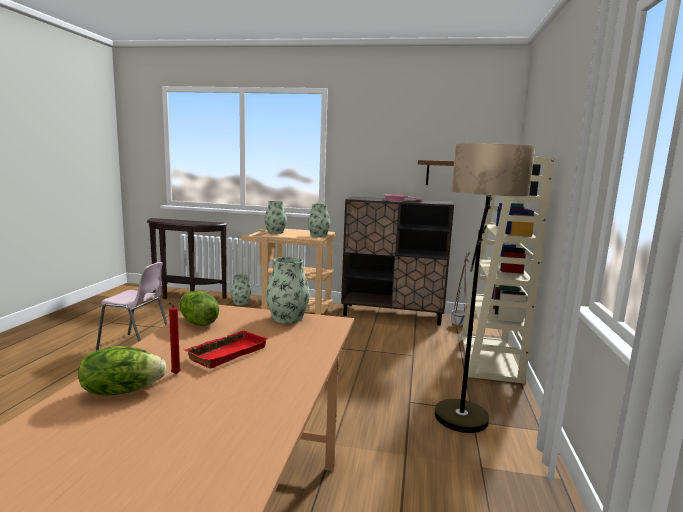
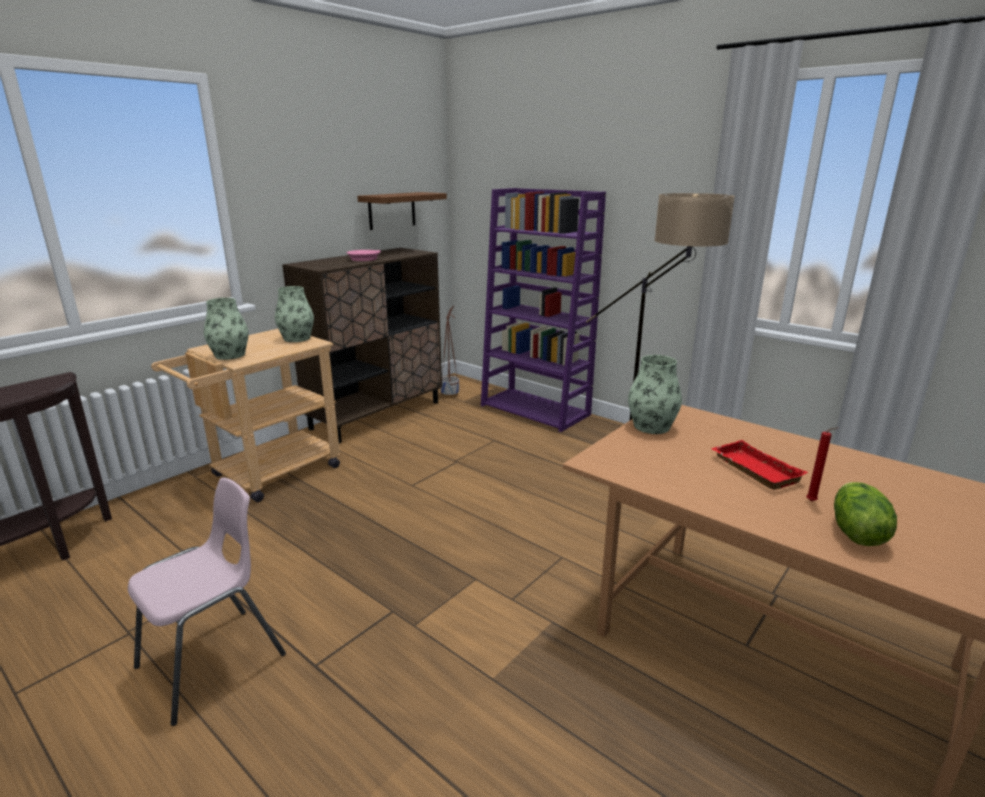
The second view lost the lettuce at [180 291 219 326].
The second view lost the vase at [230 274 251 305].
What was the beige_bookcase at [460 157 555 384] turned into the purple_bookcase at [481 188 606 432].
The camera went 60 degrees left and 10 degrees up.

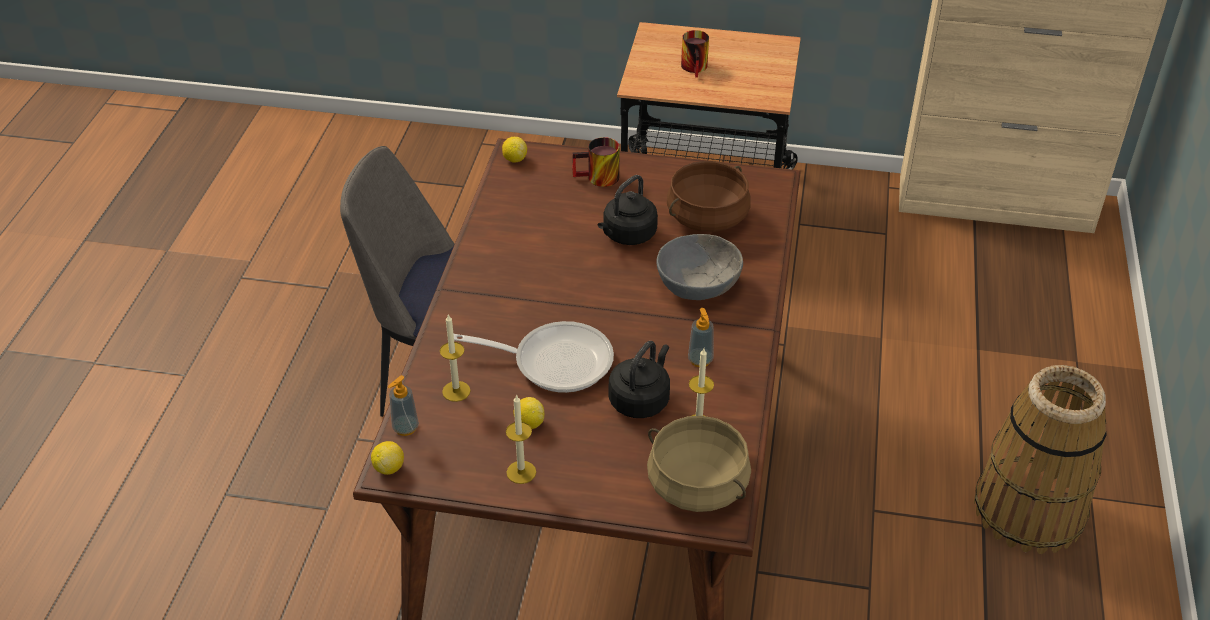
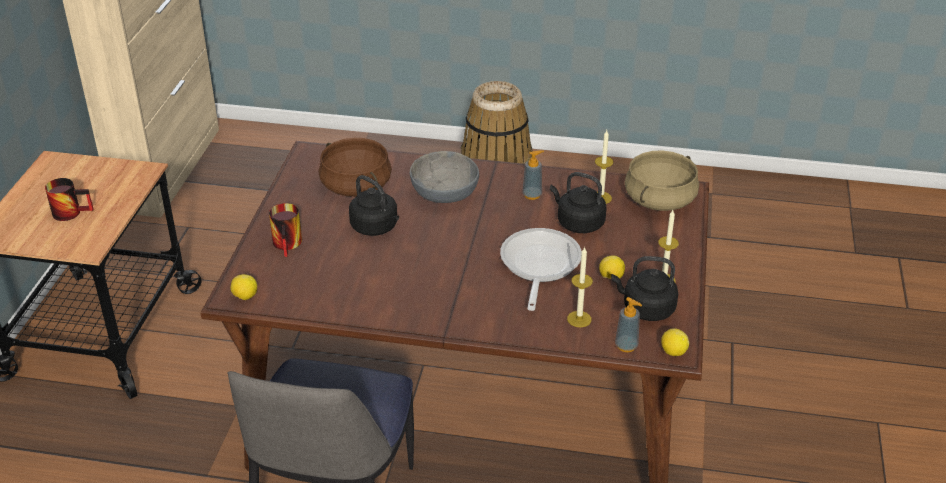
The second view gained the black_kettle at [611 256 678 321].
The camera went 90 degrees left and 5 degrees down.

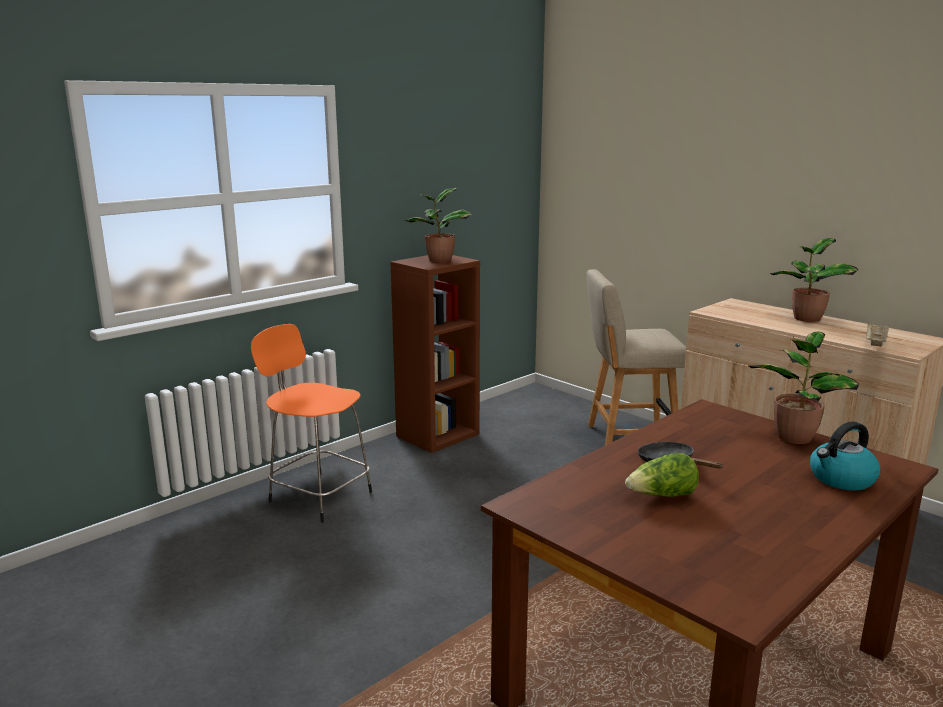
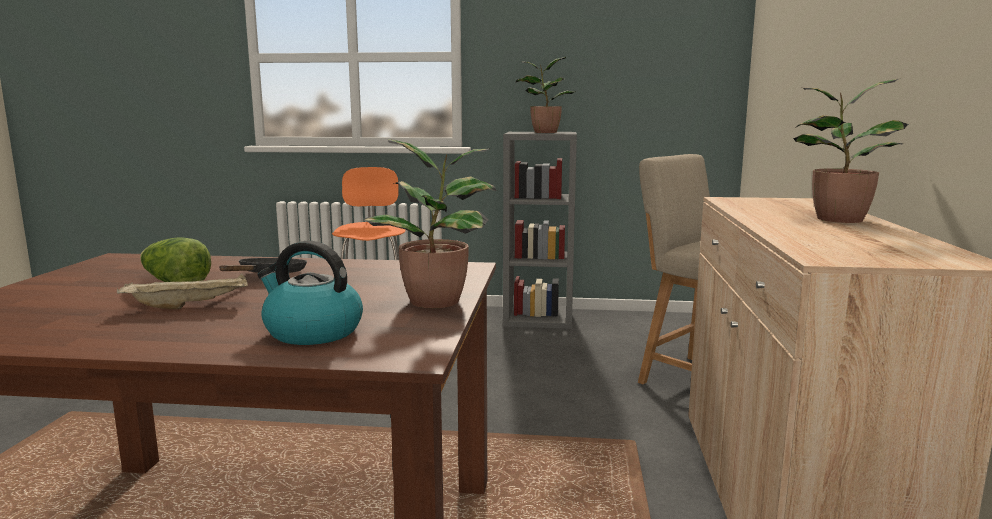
The beige_tray ended up elsewhere, having gone from [866 323 889 346] to [117 274 248 309].
What was the brown_bookcase at [390 255 480 453] turned into the grey_bookcase at [503 132 577 329].
The camera went 50 degrees right and 5 degrees down.

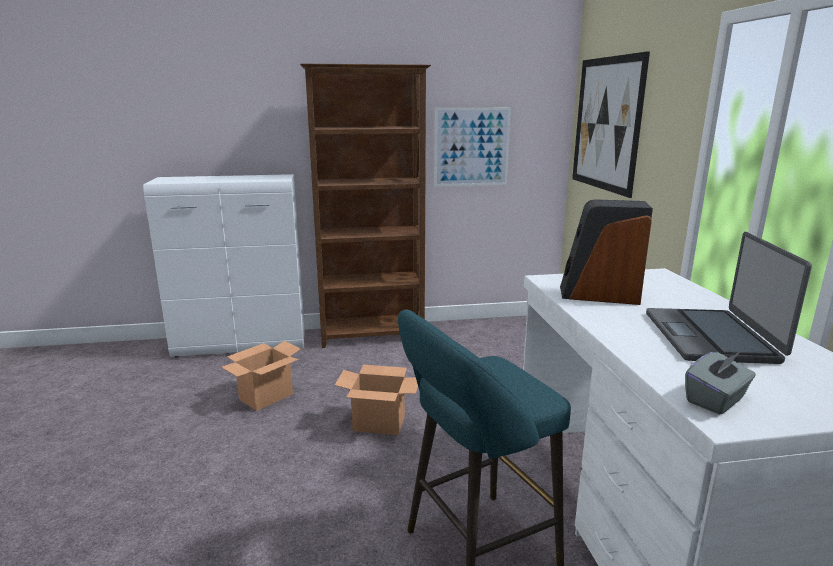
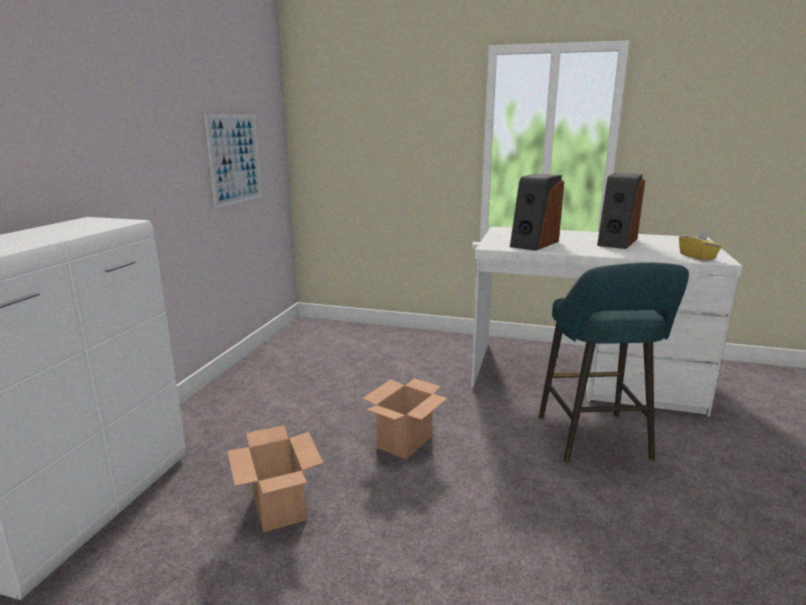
The second view lost the brown_bookcase at [300 64 431 348].
The second view lost the picture at [572 51 650 198].
Where the laptop stood at [646 232 812 364], the speaker came to stand at [597 173 645 249].
What was the grey_tissue_box at [685 351 756 415] turned into the yellow_tissue_box at [679 228 722 260].
The camera went 65 degrees left and 0 degrees up.

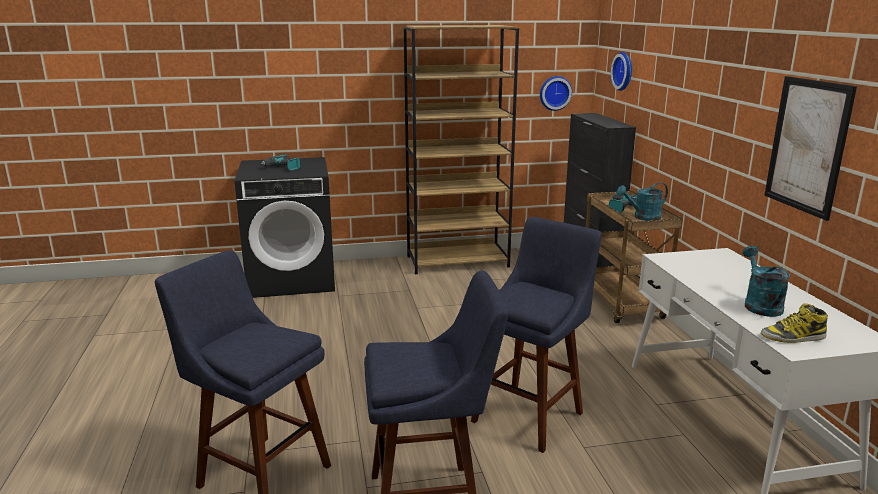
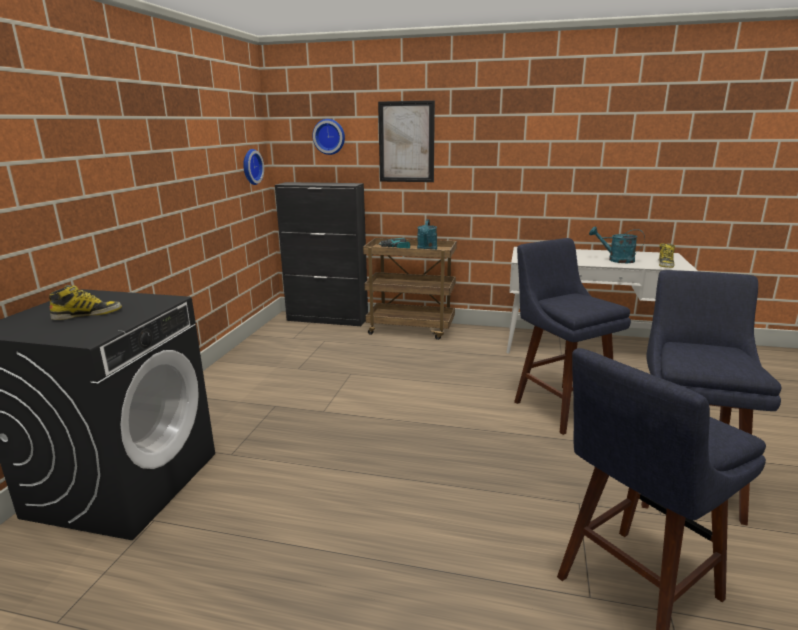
The second view lost the brown_bookcase at [403 25 519 274].
The picture ended up elsewhere, having gone from [764 76 857 221] to [378 100 435 182].
Where the power_drill stood at [261 154 300 170], the boot came to stand at [49 285 122 320].
The camera went 65 degrees left and 0 degrees up.

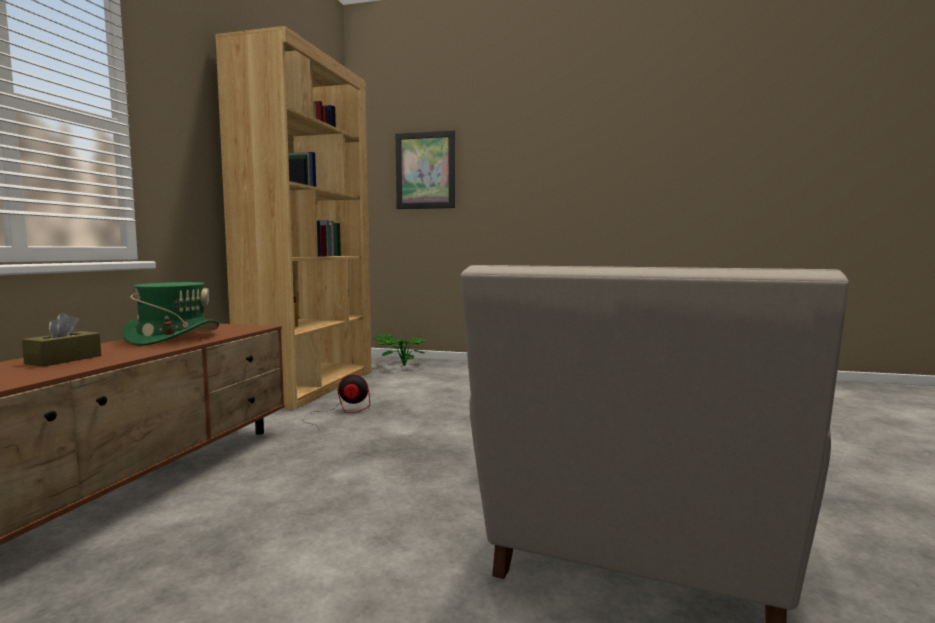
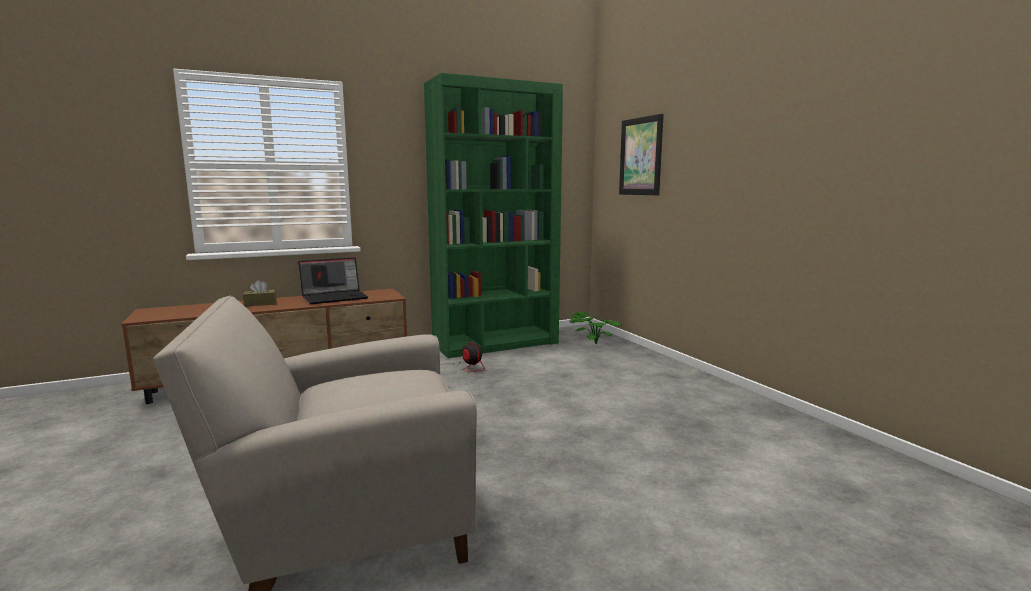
Where the green_hat stood at [123 282 219 346], the laptop came to stand at [298 257 368 304].
What was the brown_bookcase at [215 26 371 410] turned into the green_bookcase at [424 73 563 358].
The camera went 50 degrees right and 5 degrees up.

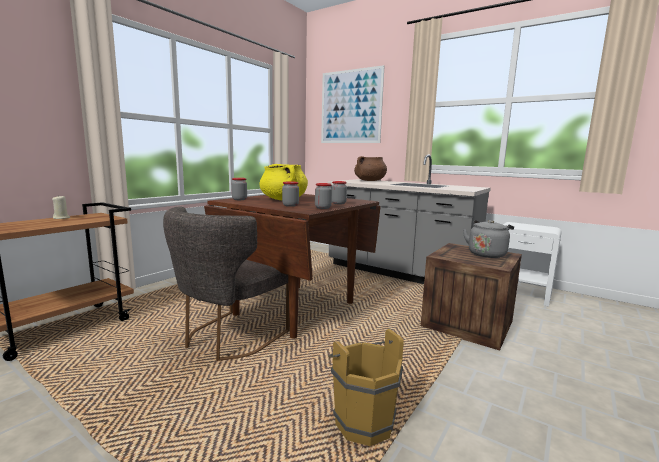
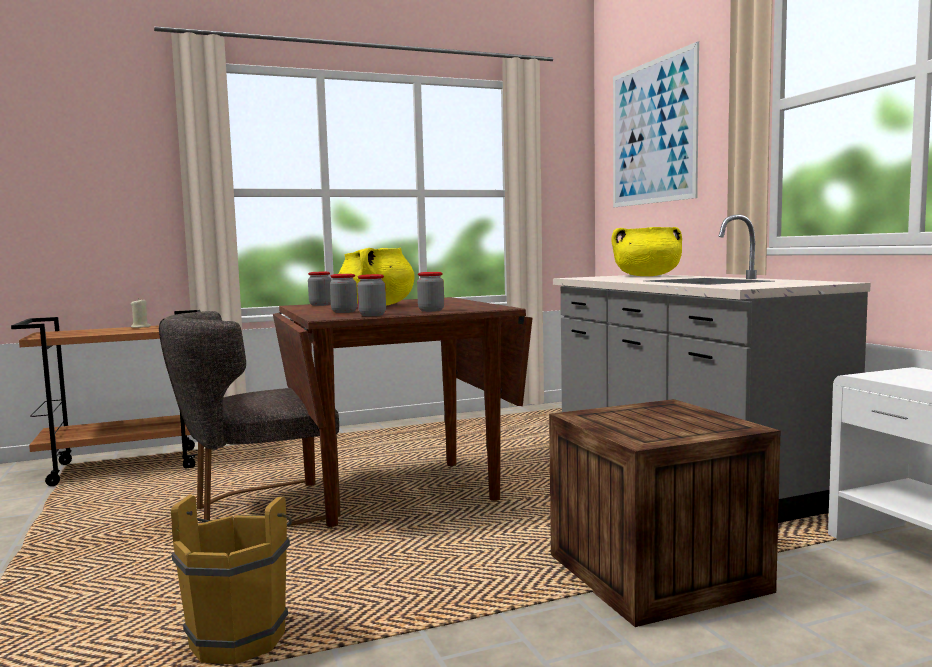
The second view lost the grey_kettle at [463 220 514 258].
What was the brown_cooking_pot at [354 156 387 181] turned into the yellow_cooking_pot at [611 227 682 276].
The camera went 35 degrees right and 5 degrees down.

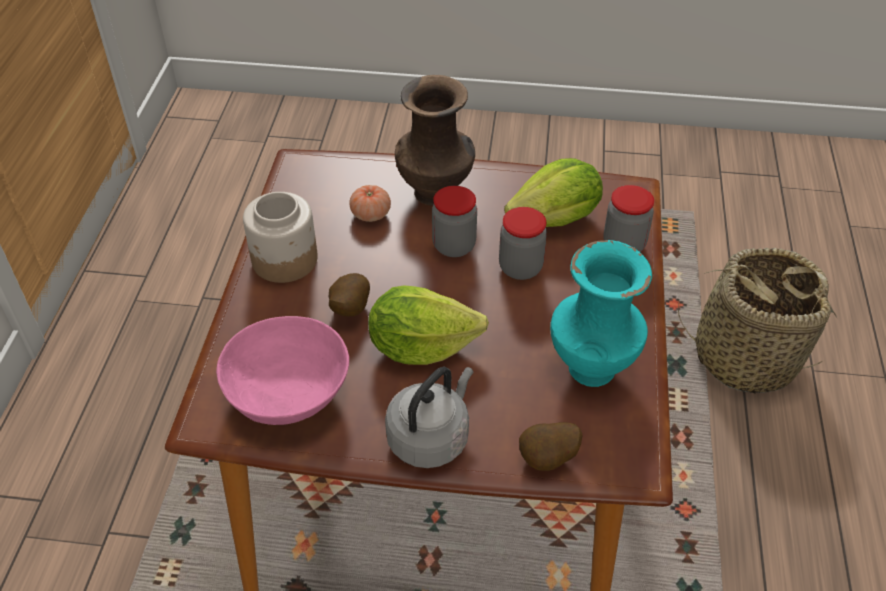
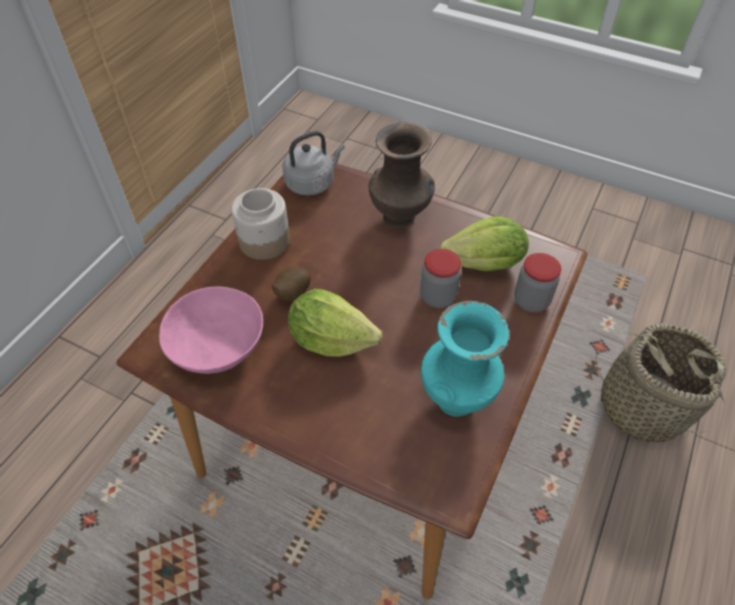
The second view lost the tomato at [349 185 391 222].
The second view lost the jar at [432 186 477 257].
The second view lost the potato at [519 422 583 471].
The grey_kettle ended up elsewhere, having gone from [385 367 473 468] to [282 131 345 195].
The camera went 20 degrees right and 5 degrees up.

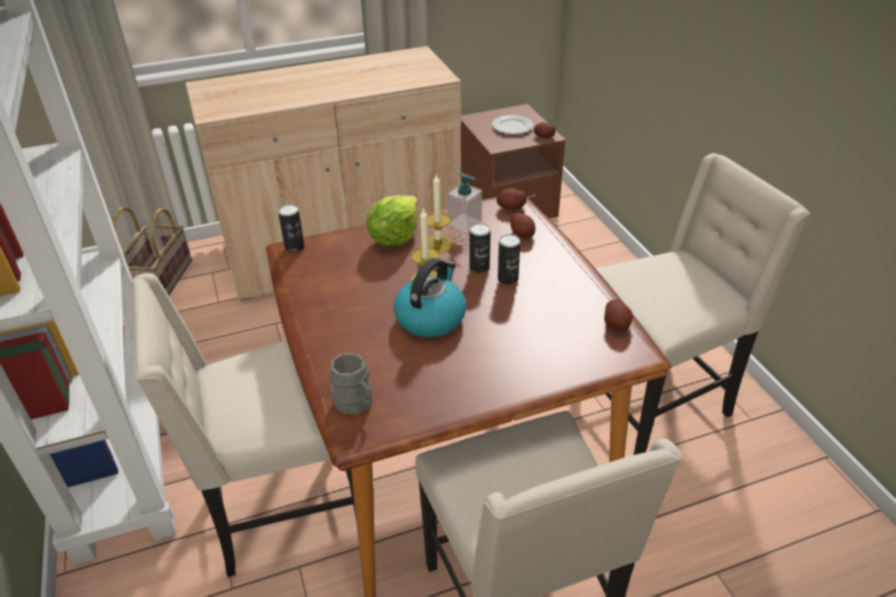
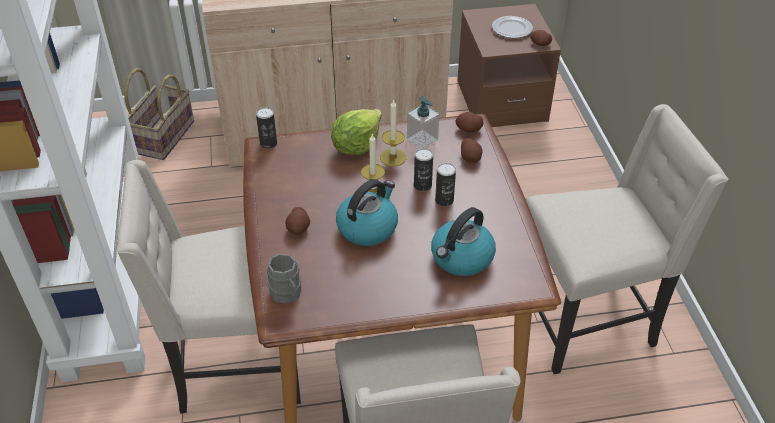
The second view gained the kettle at [431 207 496 276].
The potato ended up elsewhere, having gone from [604 299 633 331] to [285 207 310 235].
The camera went 10 degrees right and 5 degrees up.

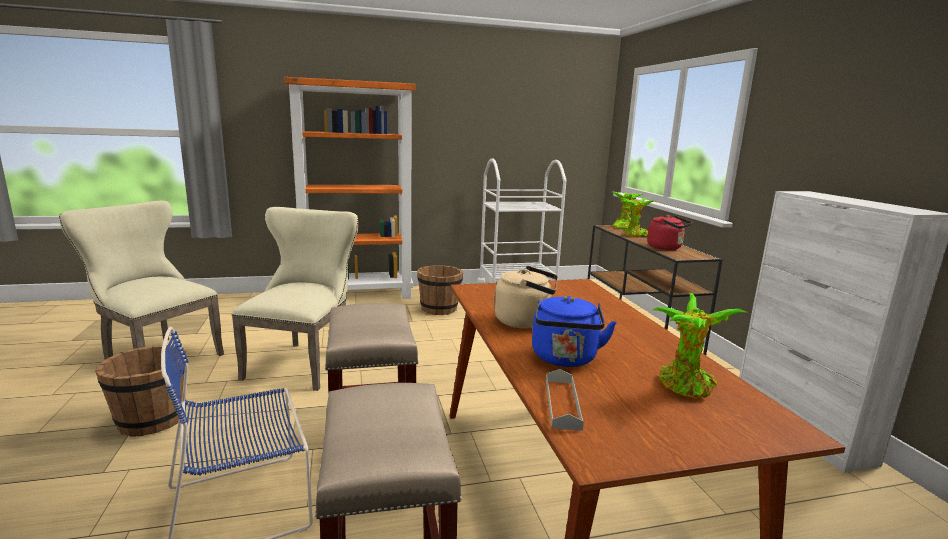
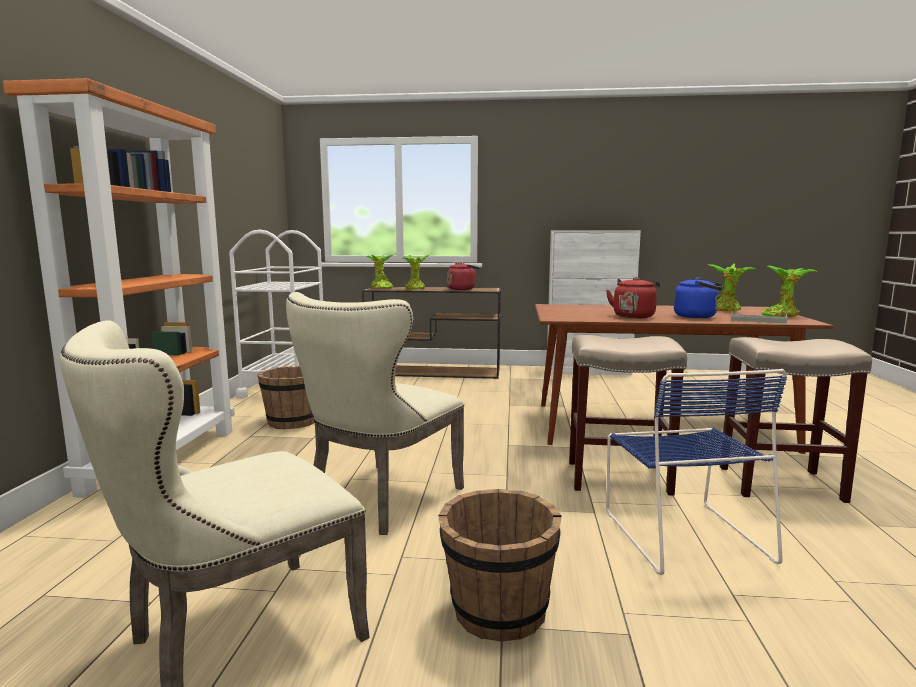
The second view gained the potted_plant at [762 266 817 317].
What was the beige_kettle at [494 266 558 329] turned into the red_kettle at [606 277 660 318].
The beige_chair at [232 207 359 391] ended up facing another way, 90 degrees counterclockwise from before.
The camera went 70 degrees left and 5 degrees down.

